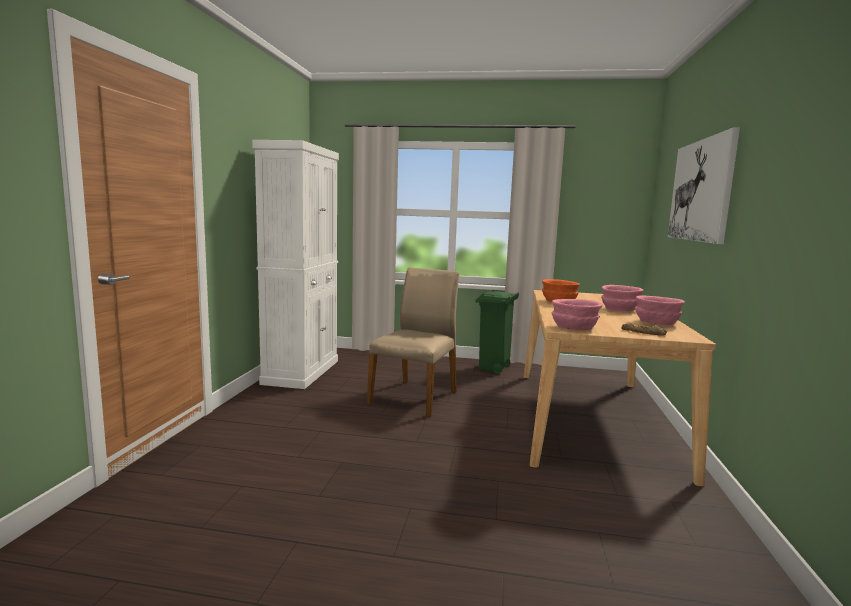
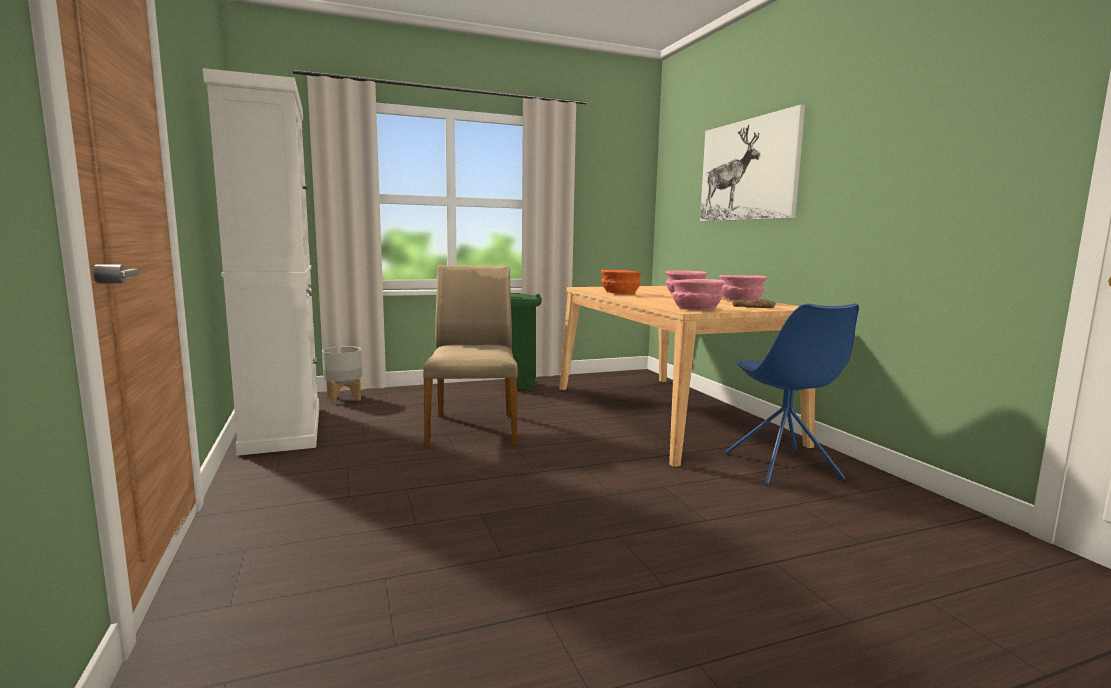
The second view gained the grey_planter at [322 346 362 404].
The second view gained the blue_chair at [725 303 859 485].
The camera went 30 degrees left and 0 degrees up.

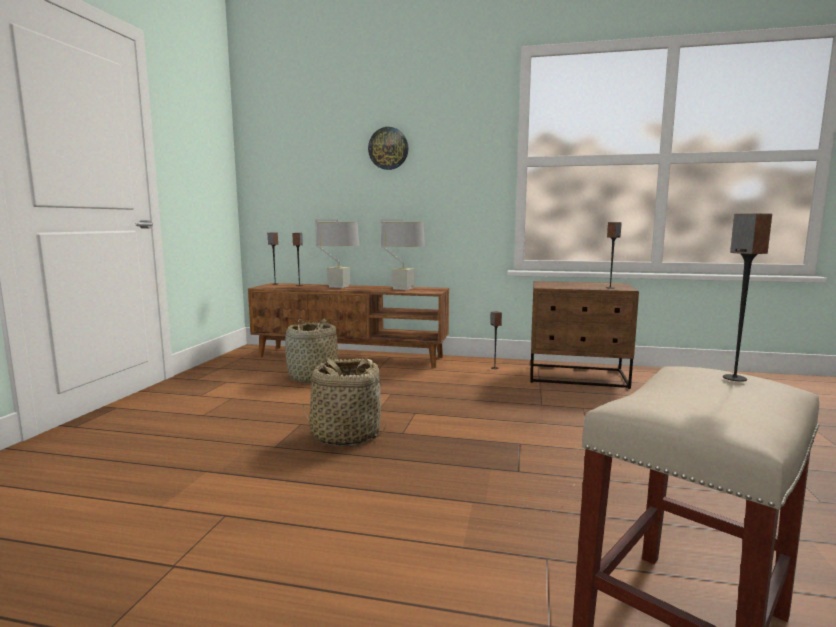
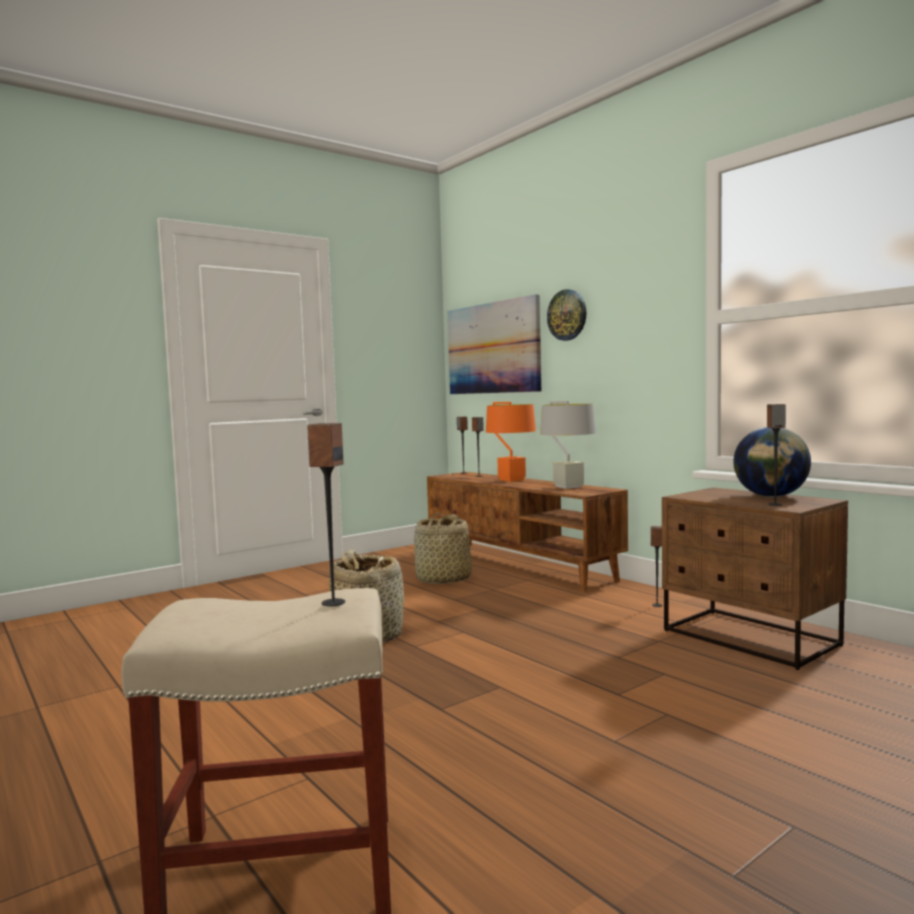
The second view gained the picture at [448 294 541 394].
The second view gained the globe at [733 427 811 497].
What was the grey_table_lamp at [315 219 359 288] turned into the orange_table_lamp at [486 402 536 482].
The camera went 40 degrees right and 5 degrees down.

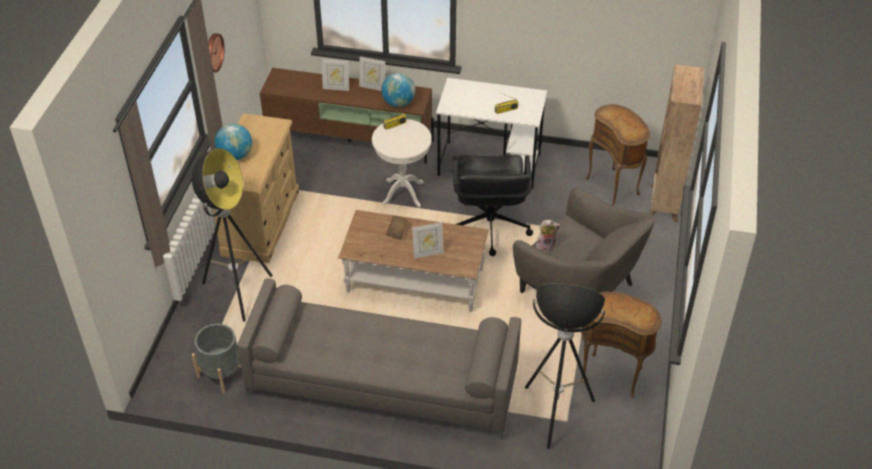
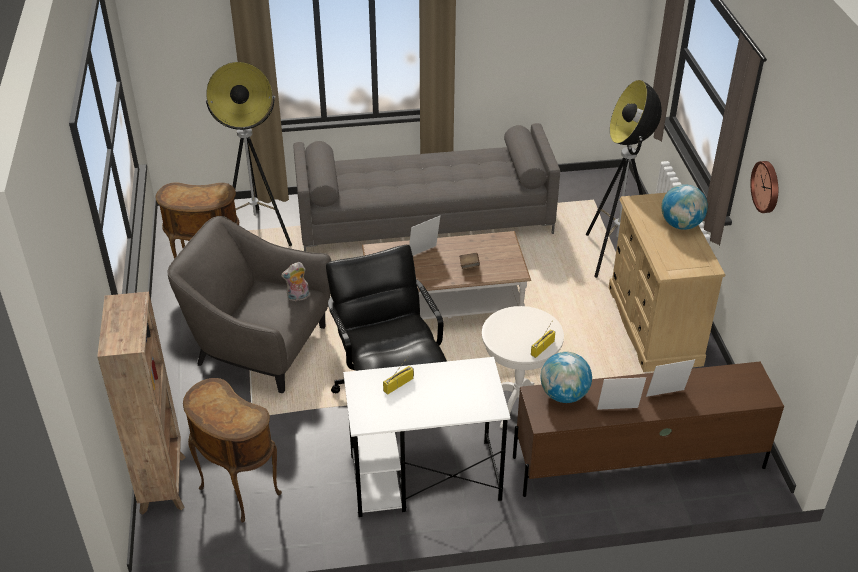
The second view lost the grey_planter at [192 324 240 393].
The camera went 160 degrees right and 5 degrees down.

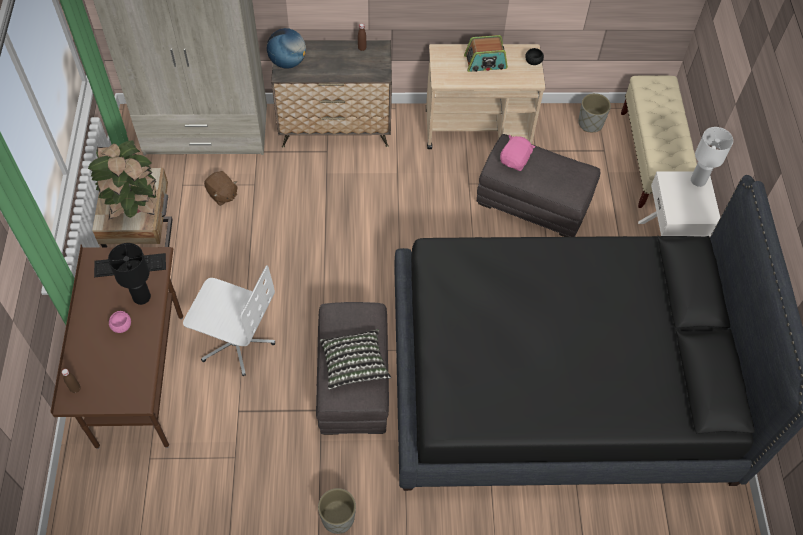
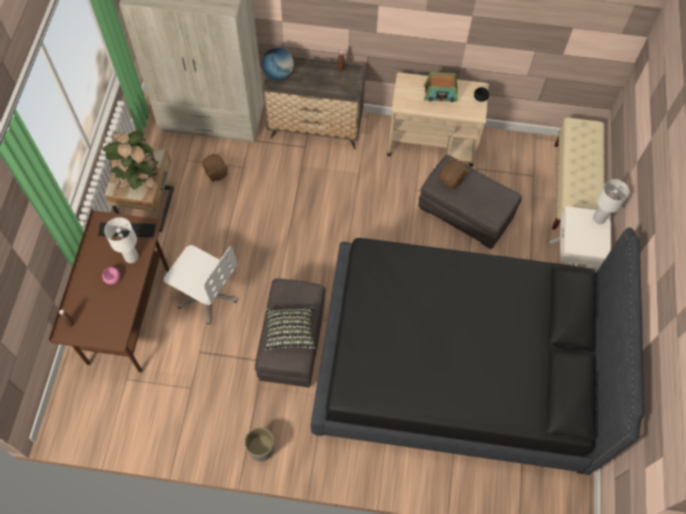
The second view lost the grey_planter at [578 93 611 132].
What was the black_table_lamp at [108 243 151 305] turned into the white_table_lamp at [104 217 138 263].
What was the pink_plush_toy at [500 135 535 171] turned into the brown_plush_toy at [439 158 469 189].
The camera went 10 degrees right and 5 degrees up.

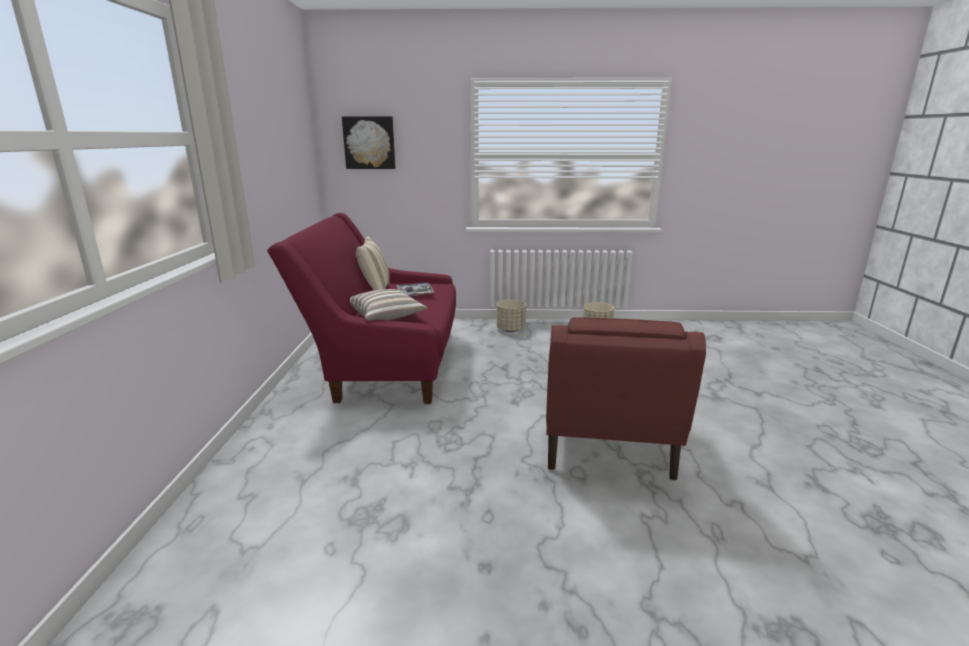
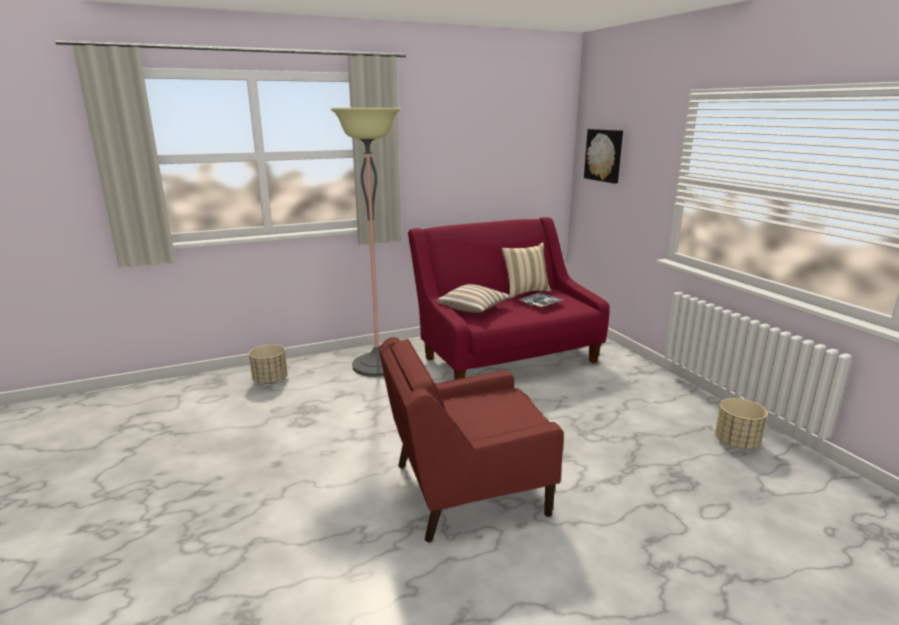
The second view gained the floor_lamp at [330 108 401 377].
The beige_planter ended up elsewhere, having gone from [497 300 526 332] to [249 344 287 384].
The camera went 65 degrees right and 0 degrees up.

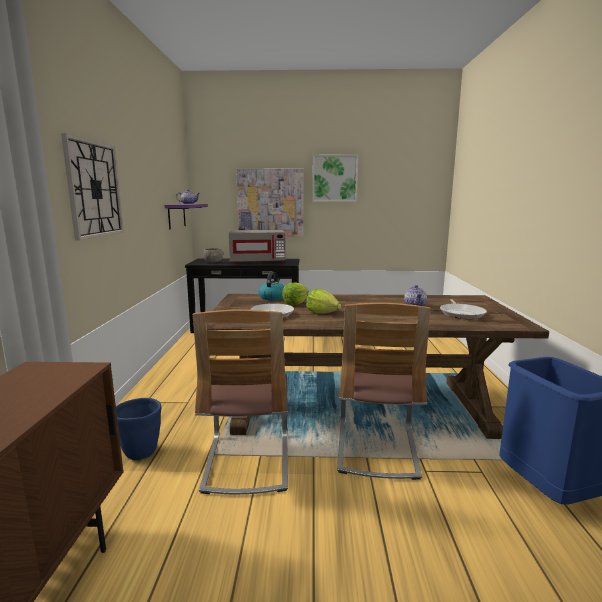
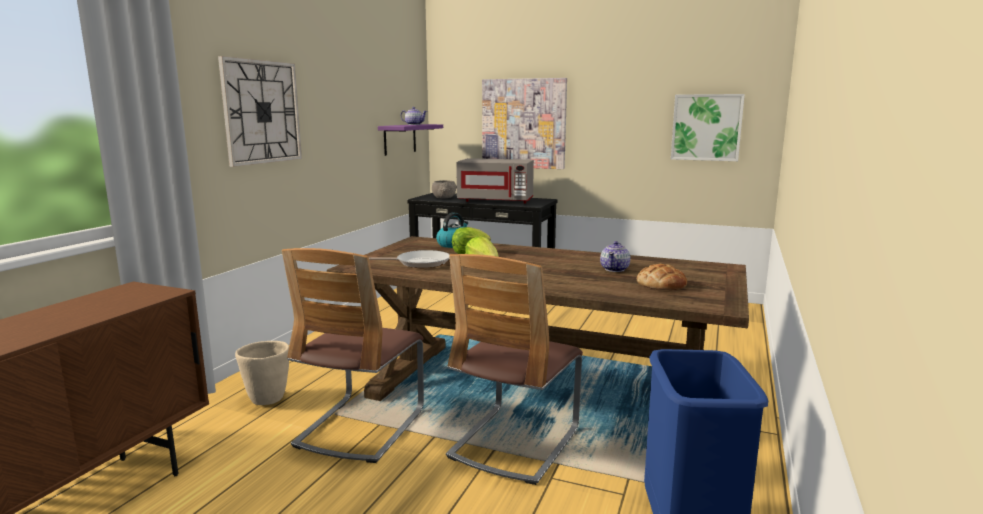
The picture ended up elsewhere, having gone from [313 155 358 202] to [671 94 745 161].
Where the frying_pan stood at [440 299 487 319], the bread came to stand at [637 264 687 290].
What was the blue_planter at [116 398 161 460] turned into the beige_planter at [235 341 289 405].
The camera went 20 degrees right and 0 degrees up.

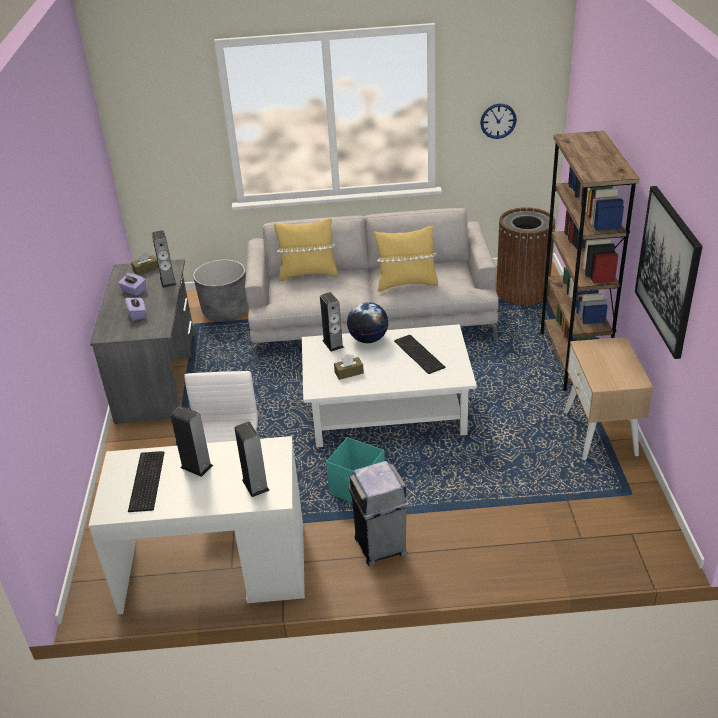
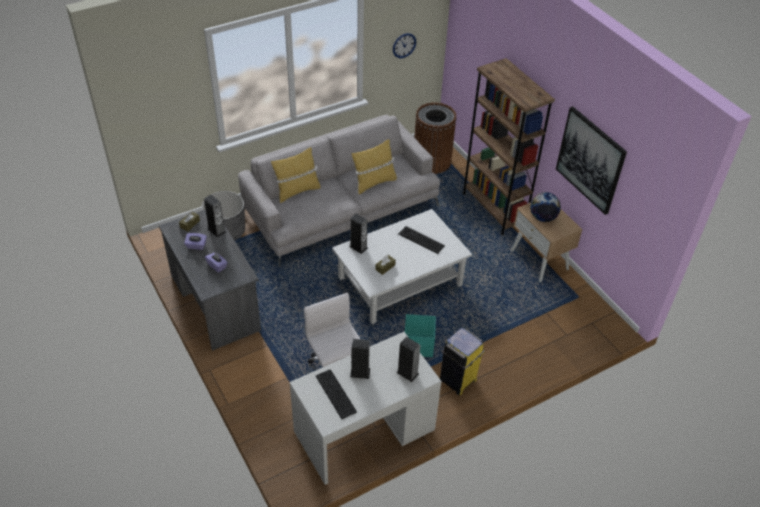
The globe ended up elsewhere, having gone from [347 302 389 343] to [530 192 561 222].
What was the grey_trash_can at [348 461 409 566] turned into the yellow_trash_can at [440 328 485 395].
The camera went 30 degrees left and 10 degrees up.

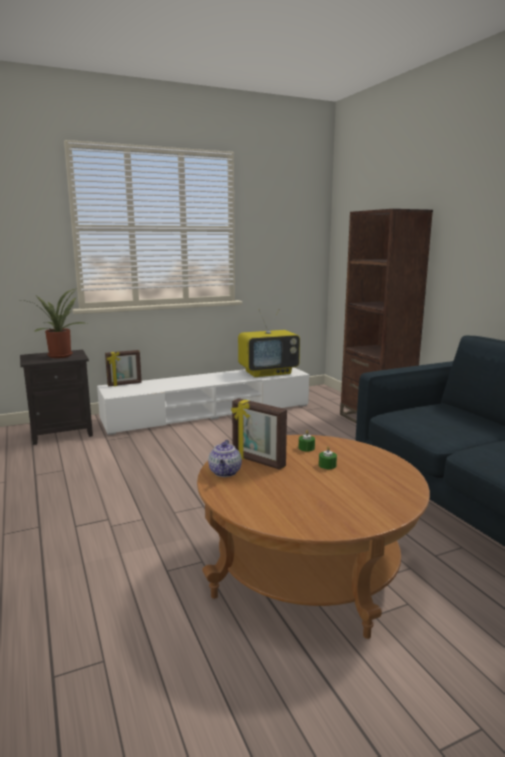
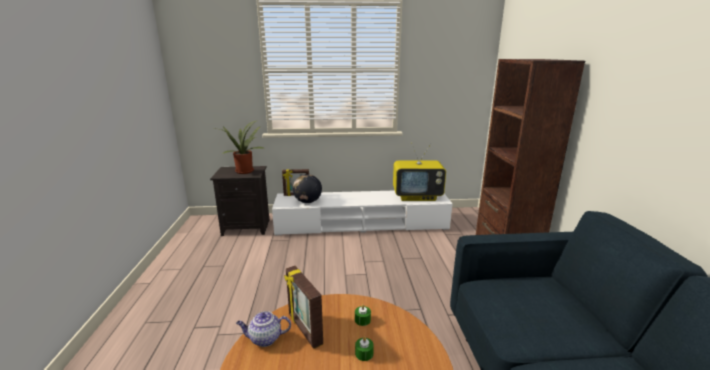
The second view gained the globe at [293 174 322 203].
The teapot at [208 440 242 477] ended up facing another way, 60 degrees clockwise from before.
The camera went 20 degrees right and 5 degrees up.

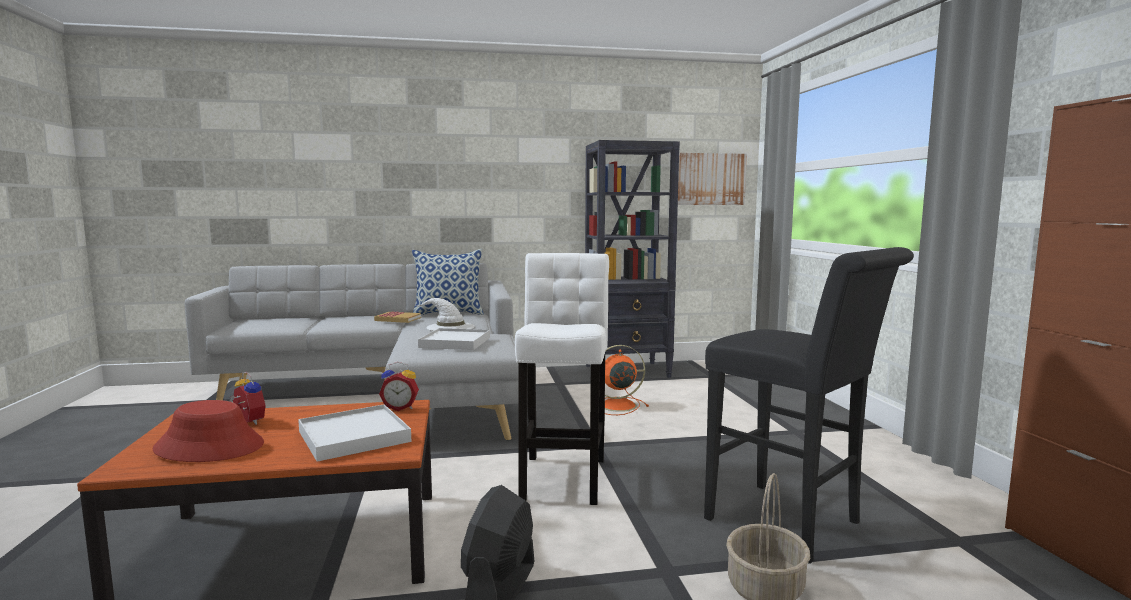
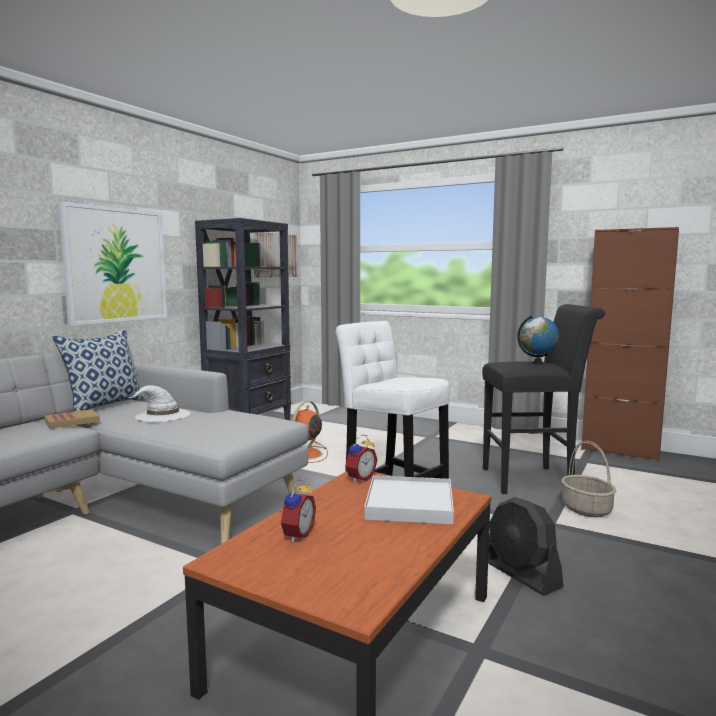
The second view lost the red_hat at [152 400 264 462].
The second view lost the white_tray at [418 328 490 350].
The second view gained the picture at [58 202 167 326].
The second view gained the globe at [517 315 559 364].
The alarm_clock at [230 372 266 425] ended up facing another way, 120 degrees clockwise from before.
The camera went 50 degrees left and 0 degrees up.

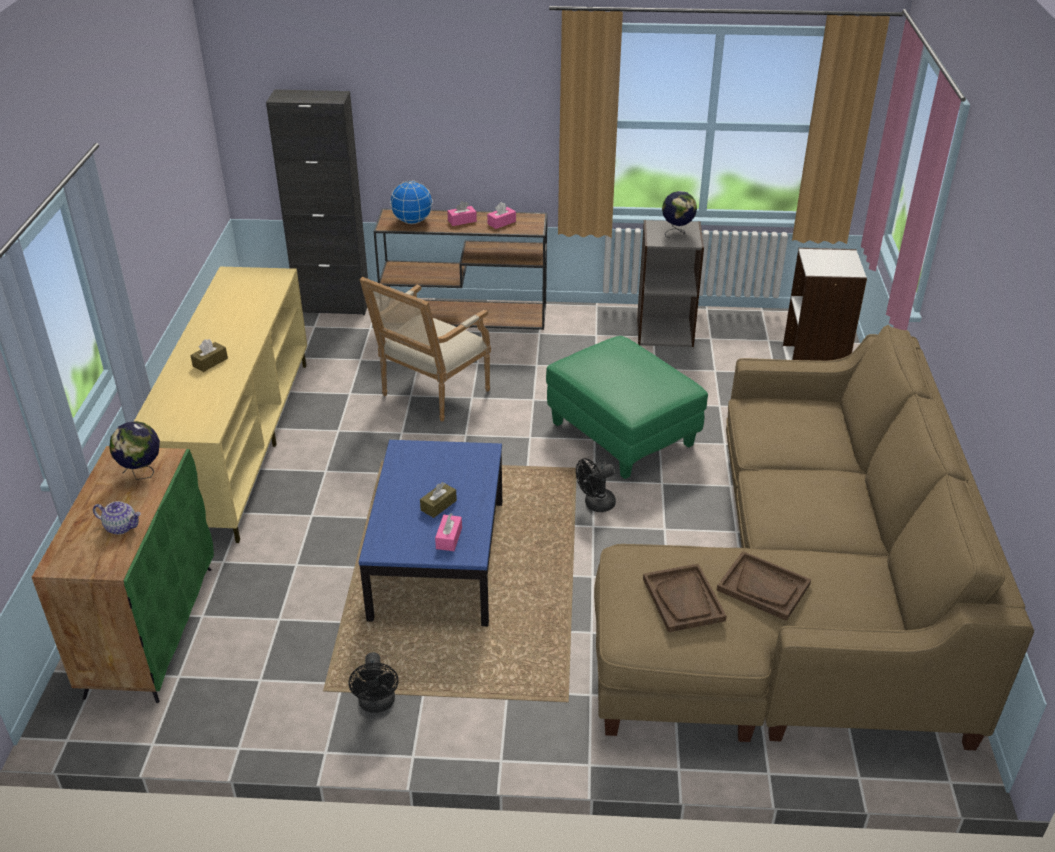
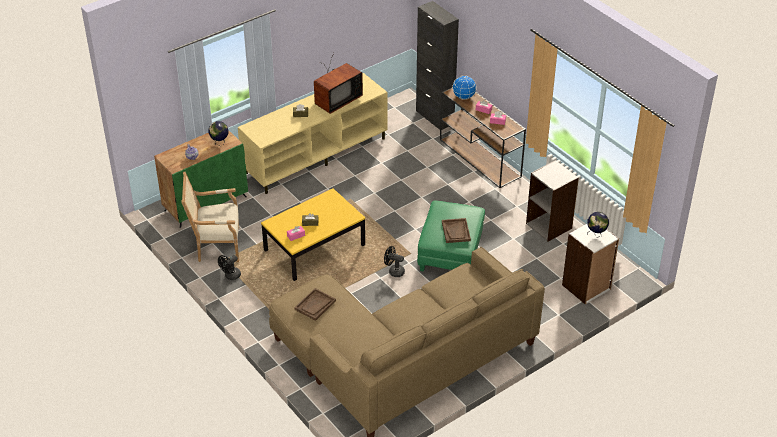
The second view gained the television at [314 53 363 114].
The armchair ended up elsewhere, having gone from [360 277 491 422] to [181 172 239 262].
The globe ended up elsewhere, having gone from [662 191 697 238] to [587 212 609 238].
The brown_tray ended up elsewhere, having gone from [717 551 811 621] to [442 218 471 243].
What was the blue_coffee_table at [359 440 502 626] turned into the yellow_coffee_table at [261 188 365 281].
The camera went 50 degrees right and 5 degrees up.

